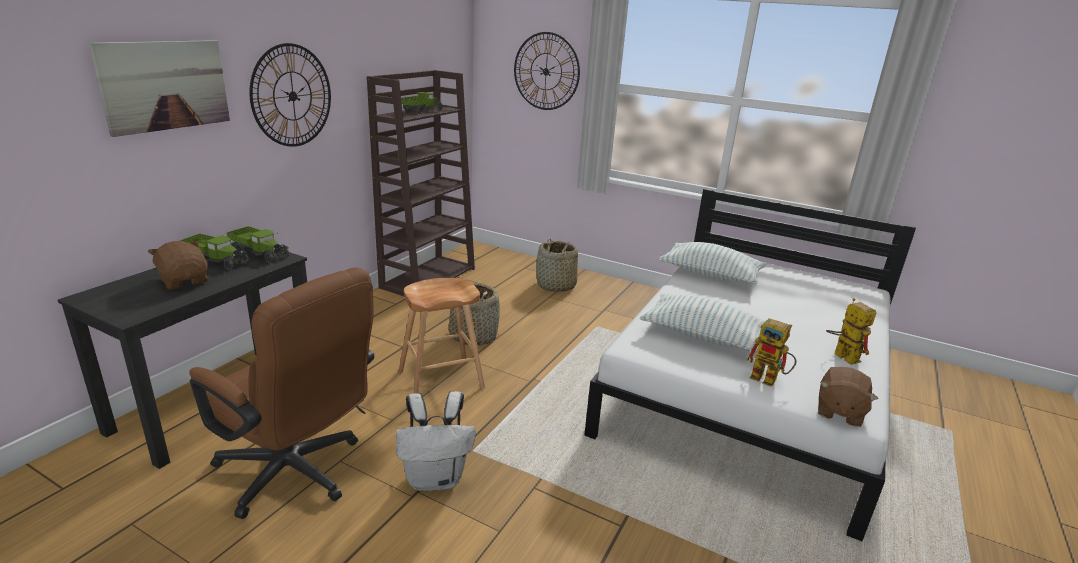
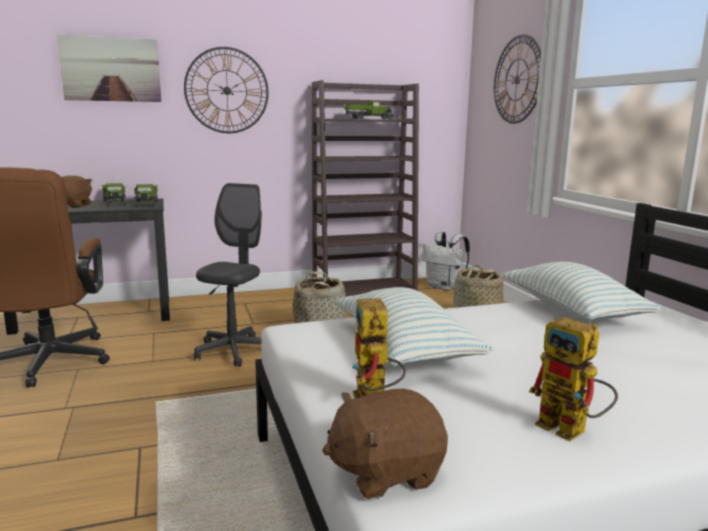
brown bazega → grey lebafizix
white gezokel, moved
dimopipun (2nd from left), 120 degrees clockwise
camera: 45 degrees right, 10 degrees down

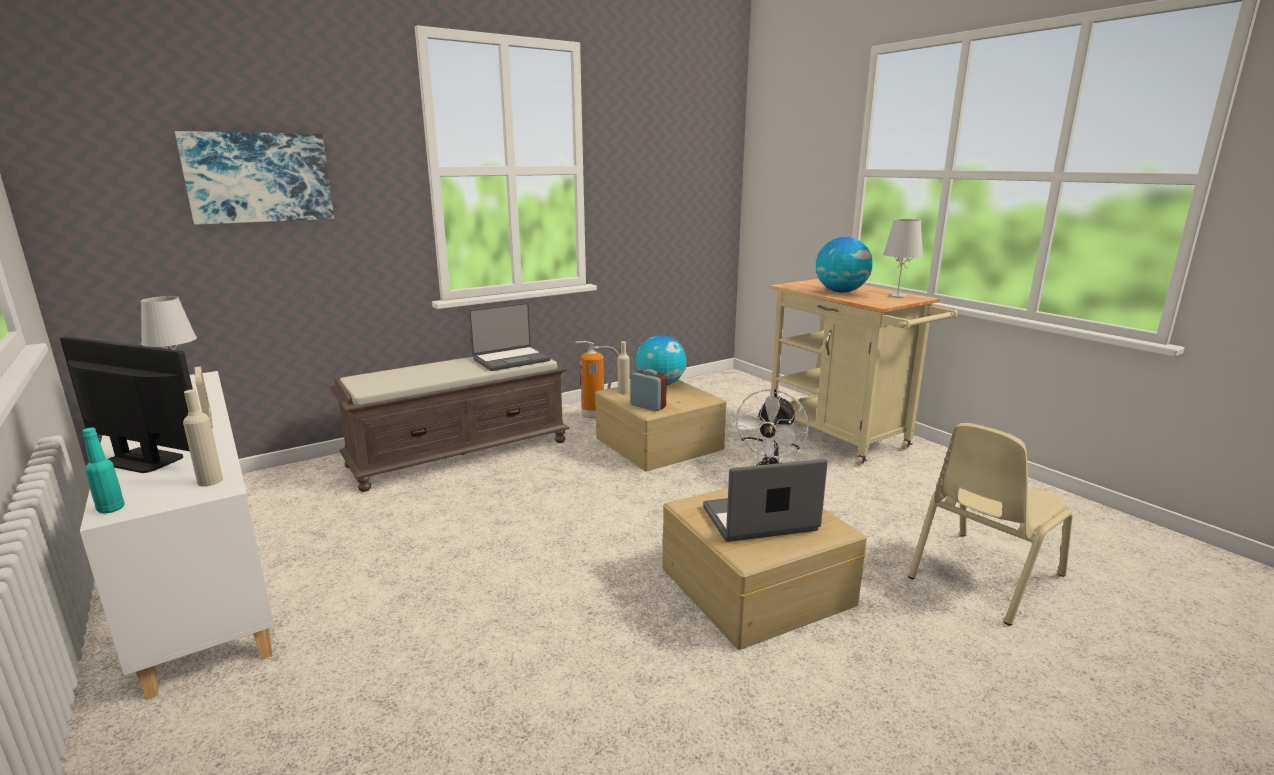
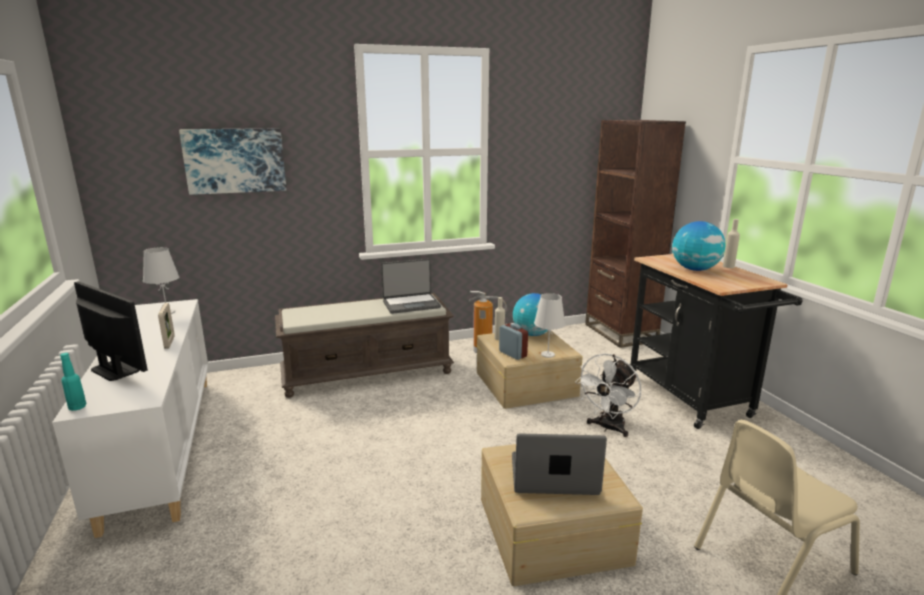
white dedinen (2nd from left), moved
- → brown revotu
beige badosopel → black badosopel
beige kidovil (1st from left in the first image) → beige kidovil (2nd from left), moved
camera: 15 degrees right, 0 degrees up

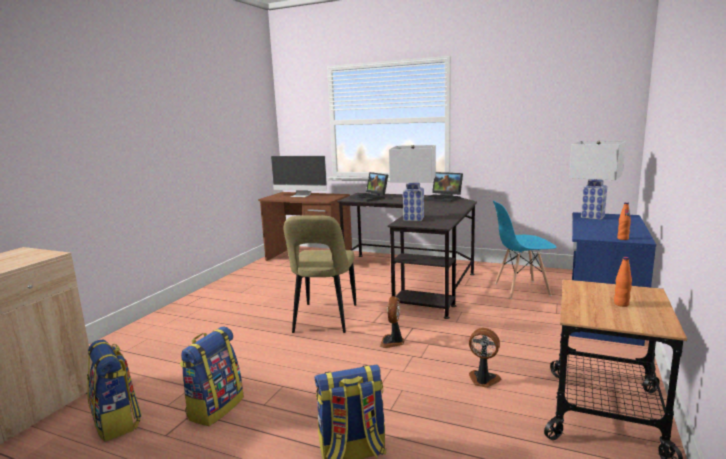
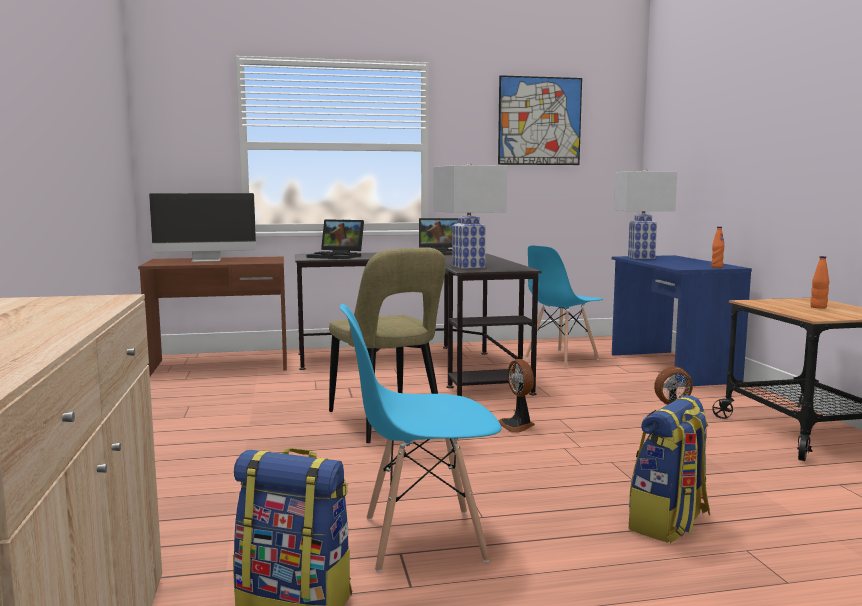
gezokel (2nd from left) → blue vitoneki (1st from left)
- → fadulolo
camera: 35 degrees left, 5 degrees down

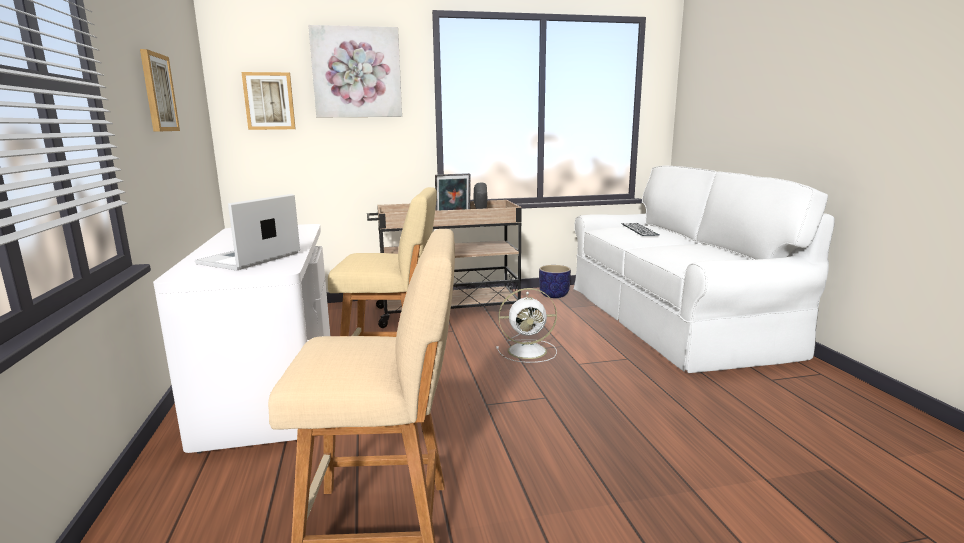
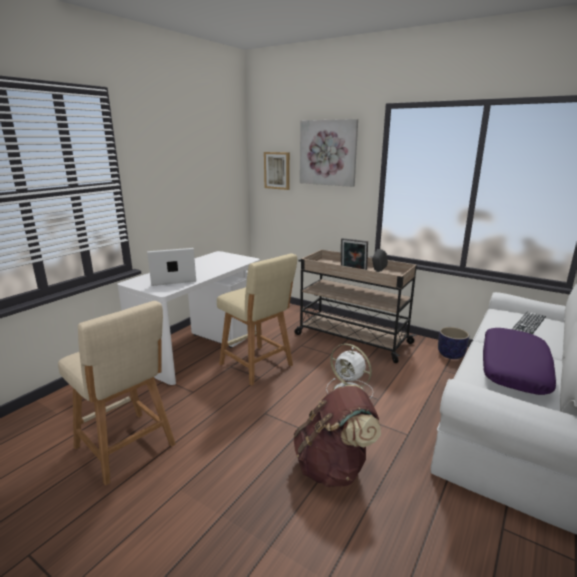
- → brown gezokel
- → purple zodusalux
fadulolo (1st from left) → -
camera: 45 degrees right, 5 degrees up

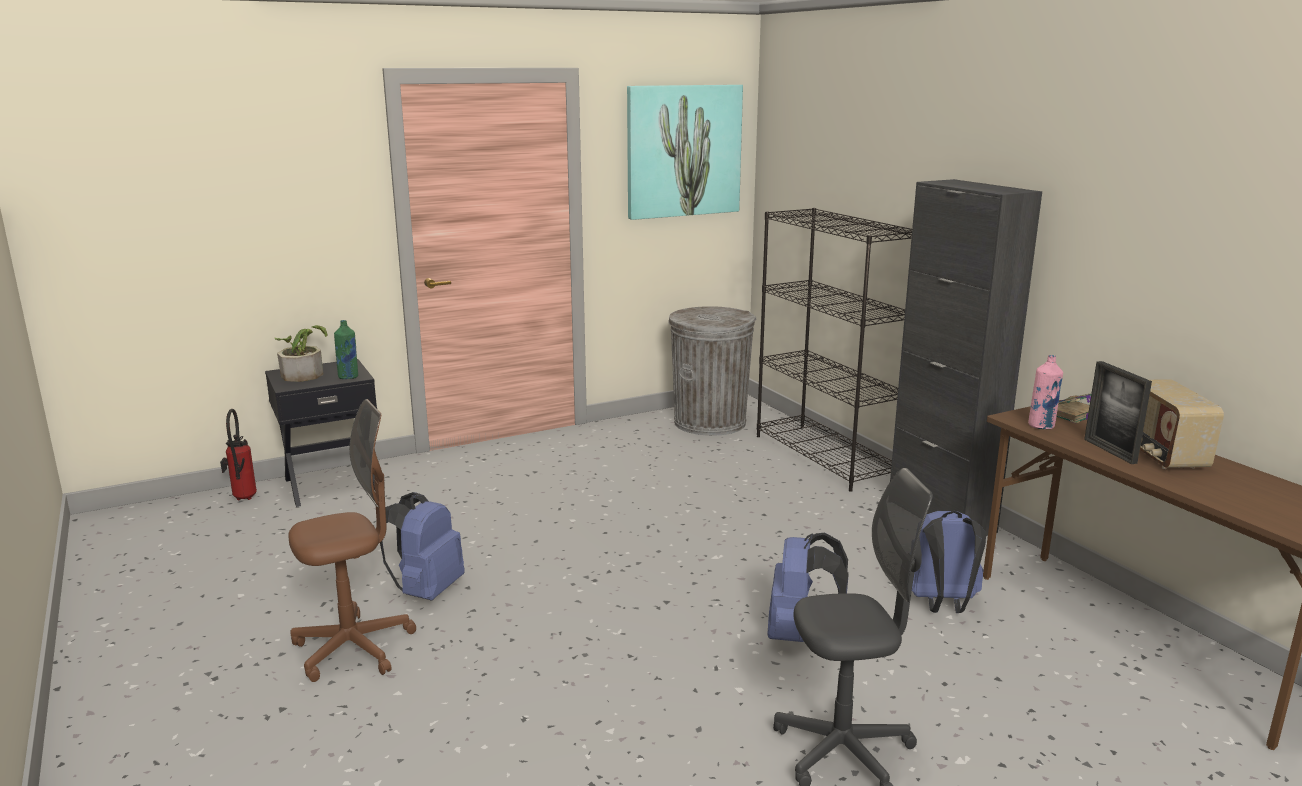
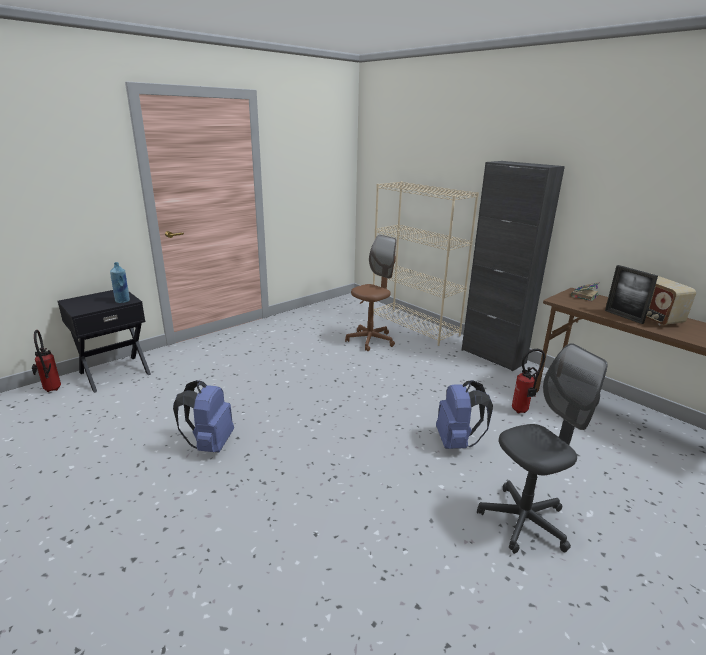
green kidovil → blue kidovil
brown lebafizix, moved
black revotu → beige revotu
blue gezokel (3rd from left) → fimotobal (2nd from left)
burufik → -
fadulolo → -
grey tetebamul → -
pink kidovil → -
camera: 15 degrees left, 5 degrees up

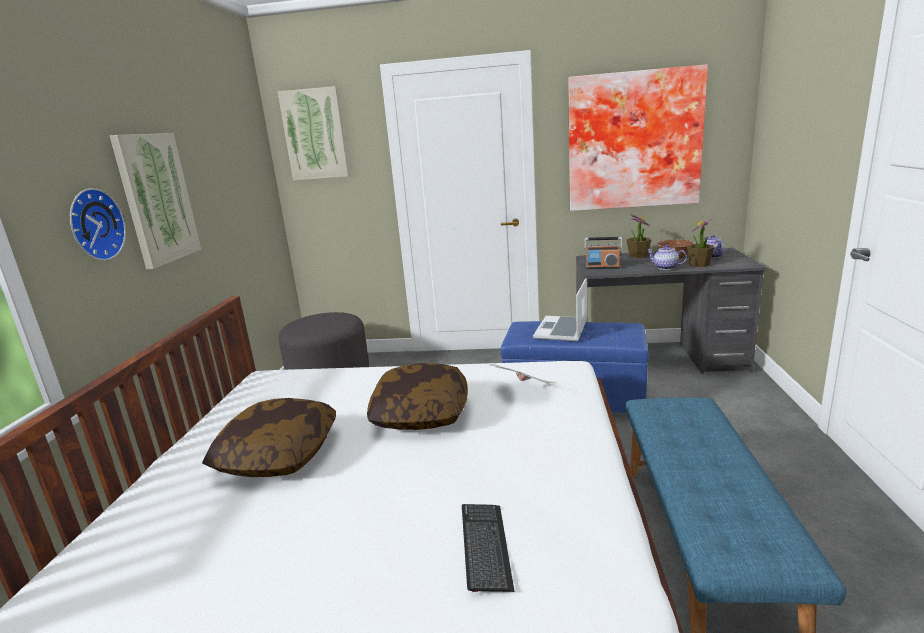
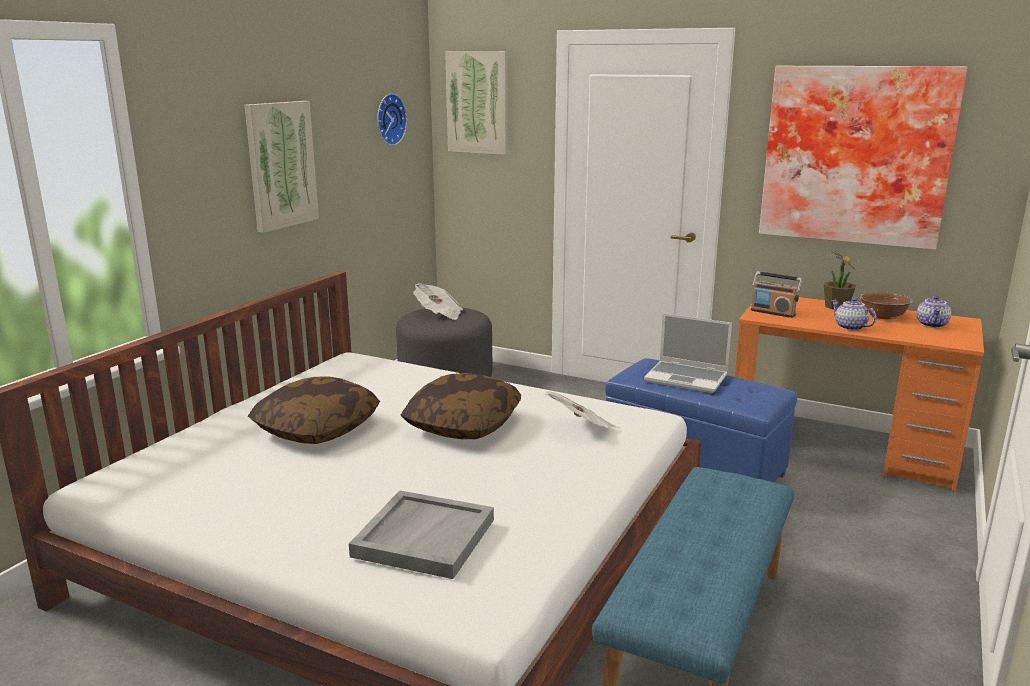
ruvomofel → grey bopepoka
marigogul, moved
- → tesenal (1st from left)
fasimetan, 105 degrees counterclockwise
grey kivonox → orange kivonox
burufik (2nd from left) → -
camera: 20 degrees right, 0 degrees up

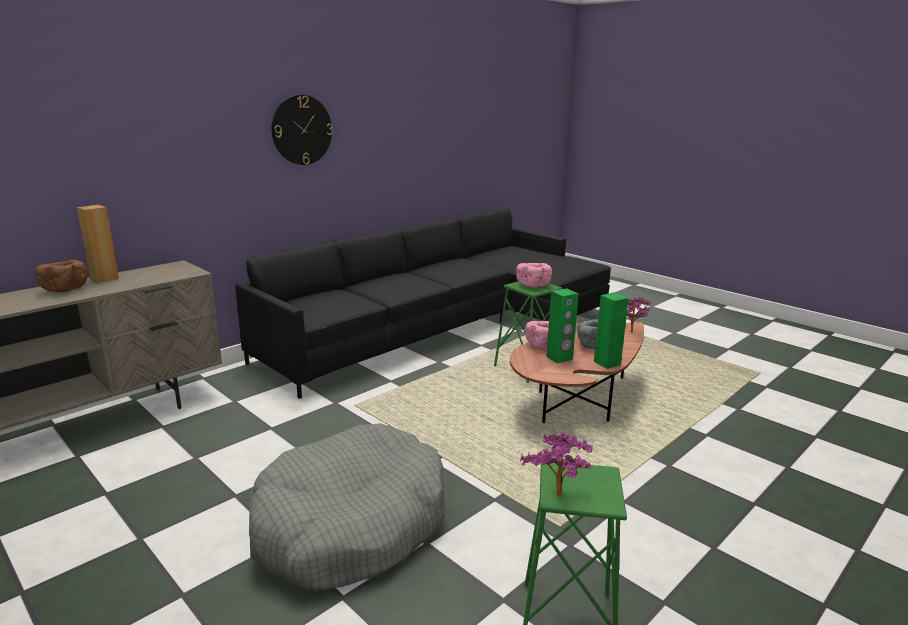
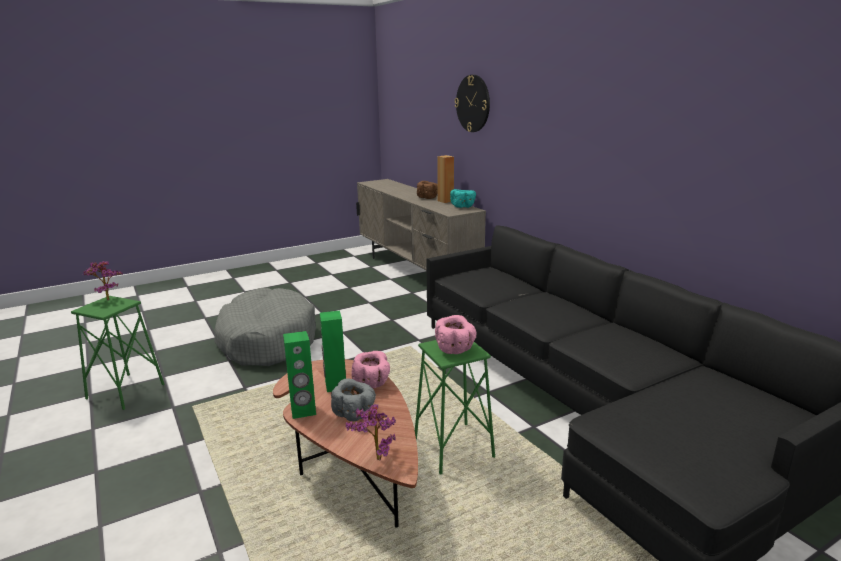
- → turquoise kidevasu
marigogul, moved
camera: 105 degrees right, 0 degrees up

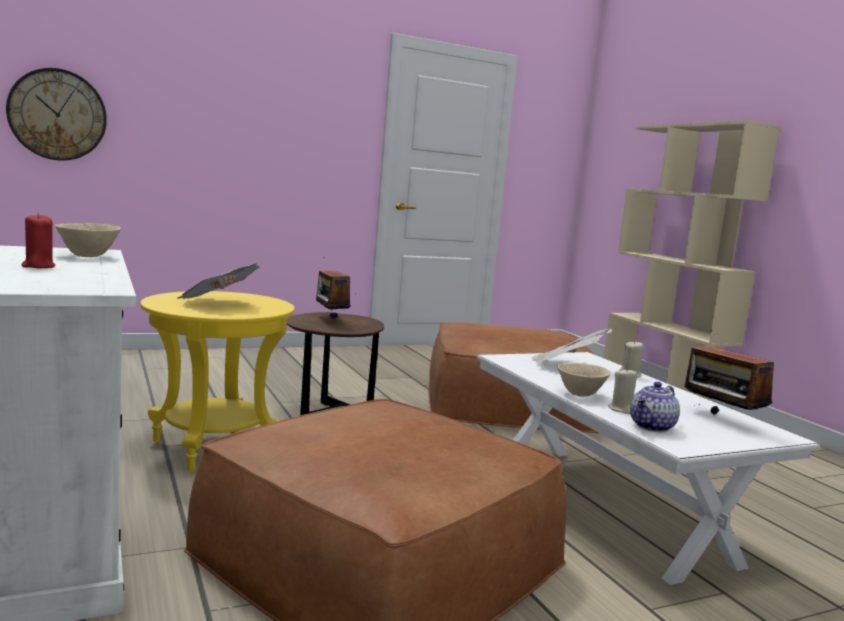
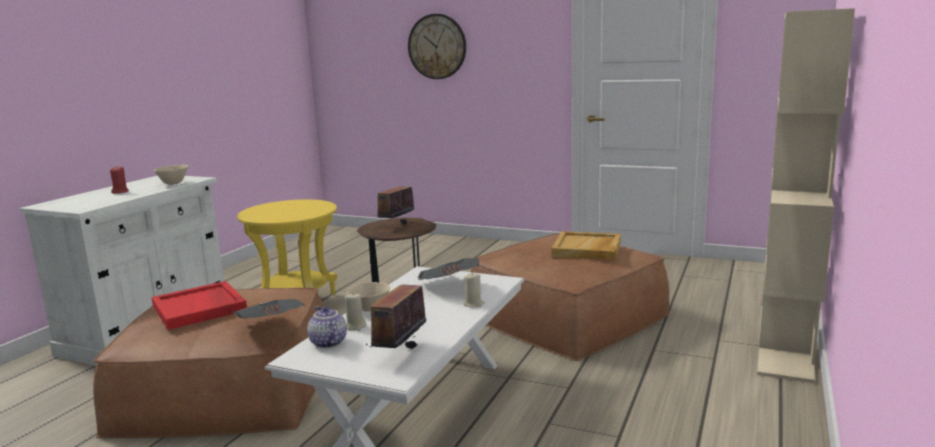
- → red bopepoka
tesenal (1st from left), moved
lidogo, 60 degrees clockwise
marigogul, moved
- → beige bopepoka
camera: 50 degrees right, 5 degrees up

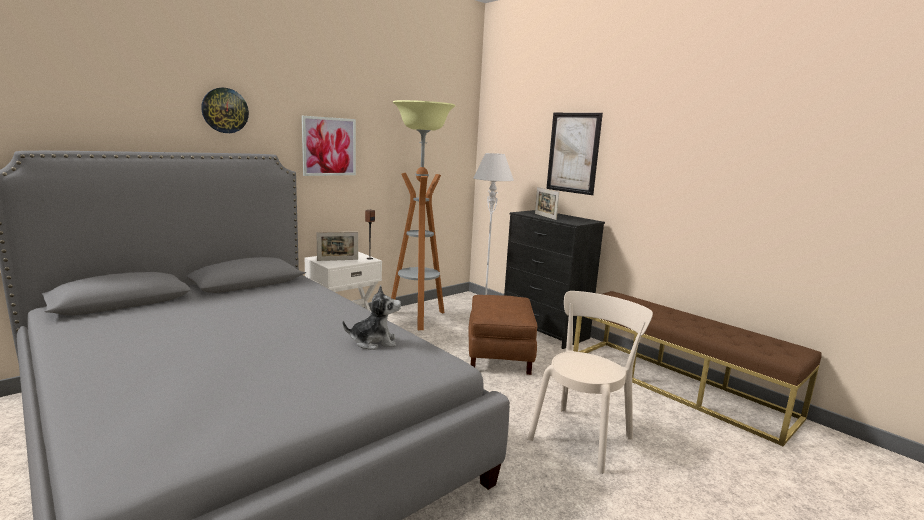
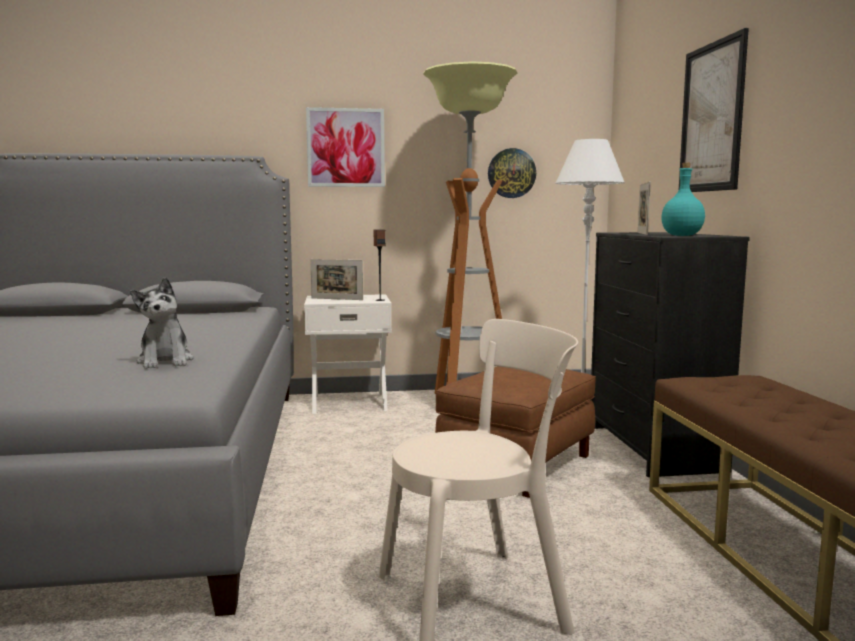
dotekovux, 45 degrees clockwise
marigogul, moved
- → turquoise kidovil
camera: 35 degrees right, 5 degrees down

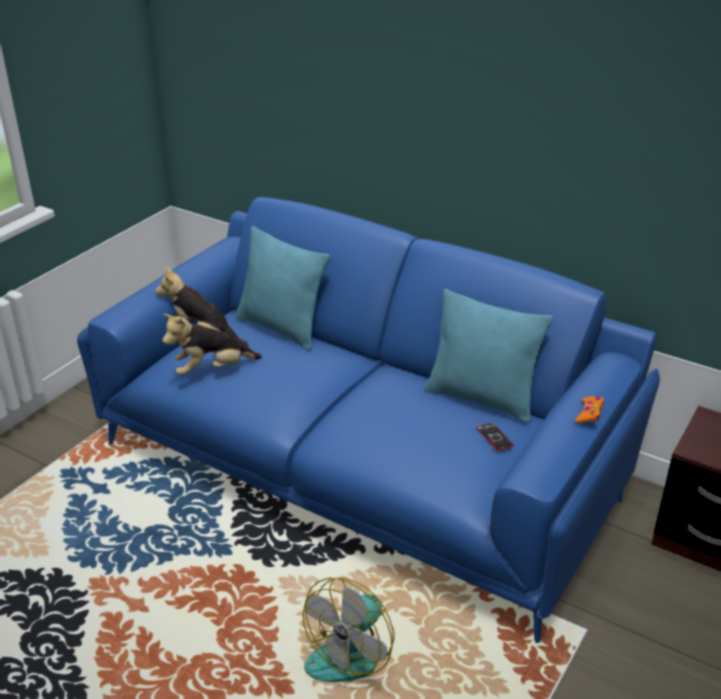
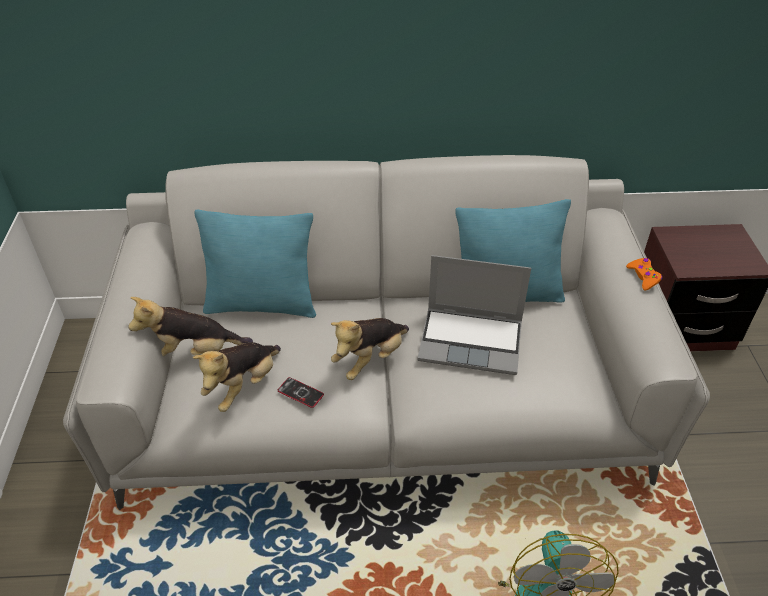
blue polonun → grey polonun
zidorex, moved
- → dotekovux (3rd from left)
- → fasimetan
camera: 35 degrees left, 10 degrees up

